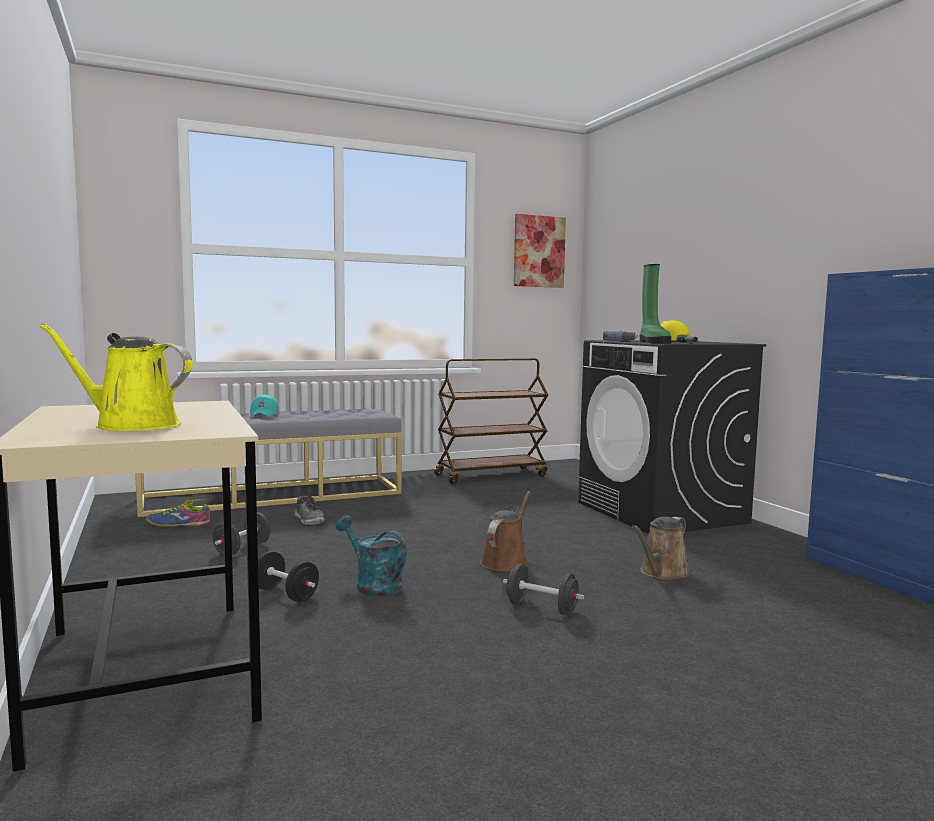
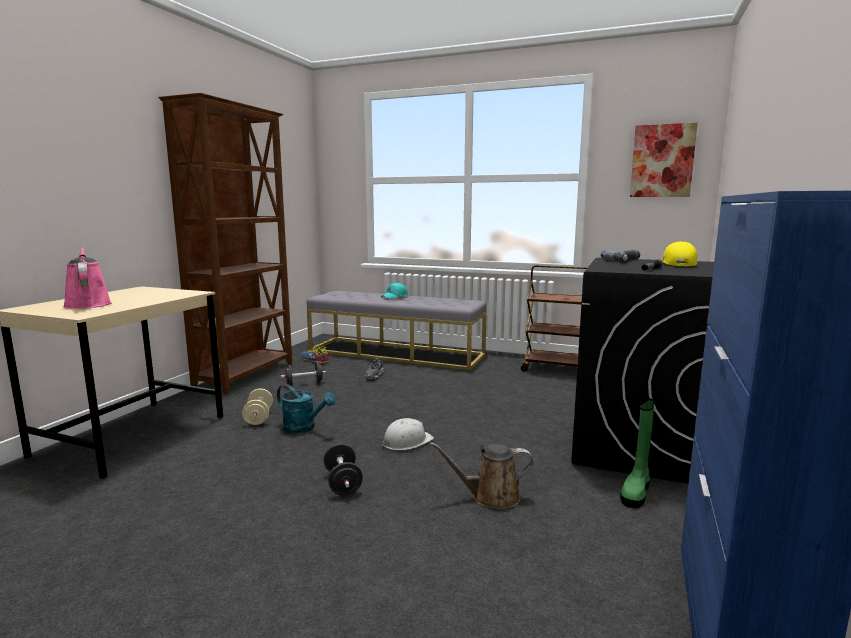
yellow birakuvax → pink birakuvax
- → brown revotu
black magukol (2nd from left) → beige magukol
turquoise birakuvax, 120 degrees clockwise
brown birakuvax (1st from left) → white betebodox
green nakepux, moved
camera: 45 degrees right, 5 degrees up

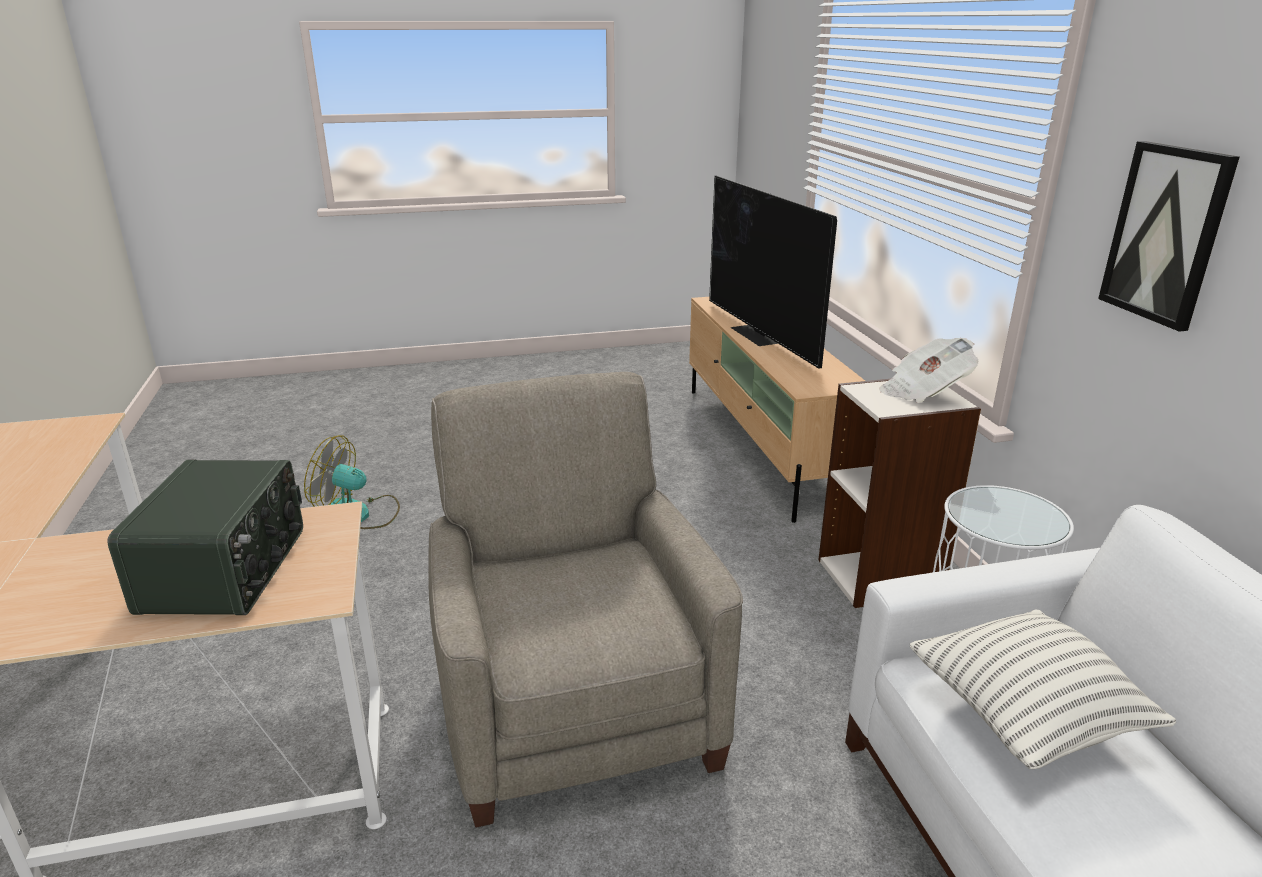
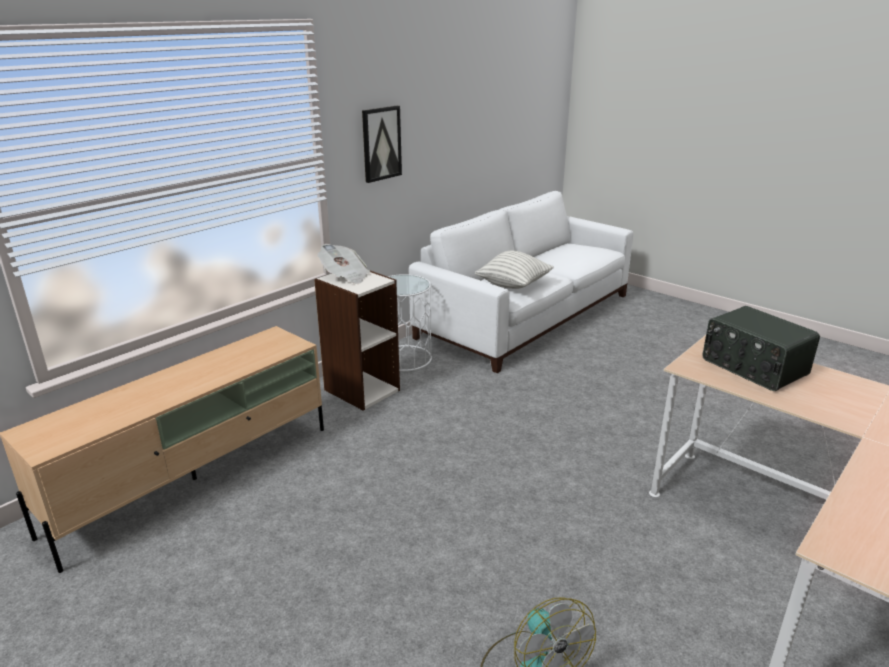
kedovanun, 90 degrees counterclockwise
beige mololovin → -
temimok → -
camera: 125 degrees left, 0 degrees up

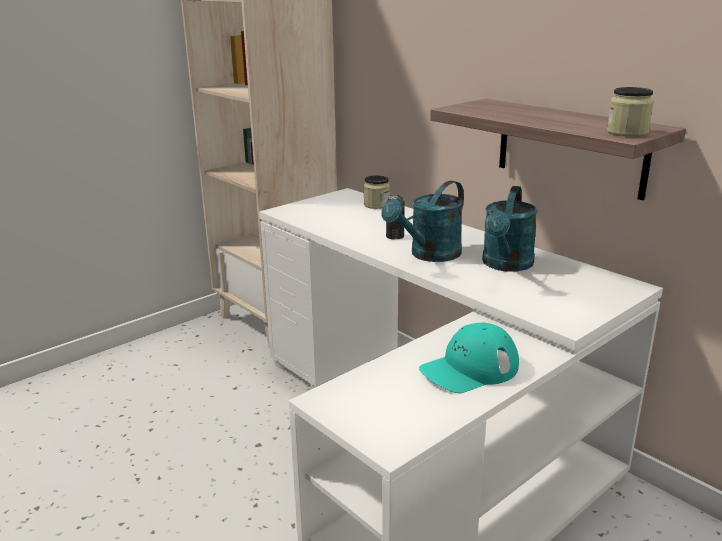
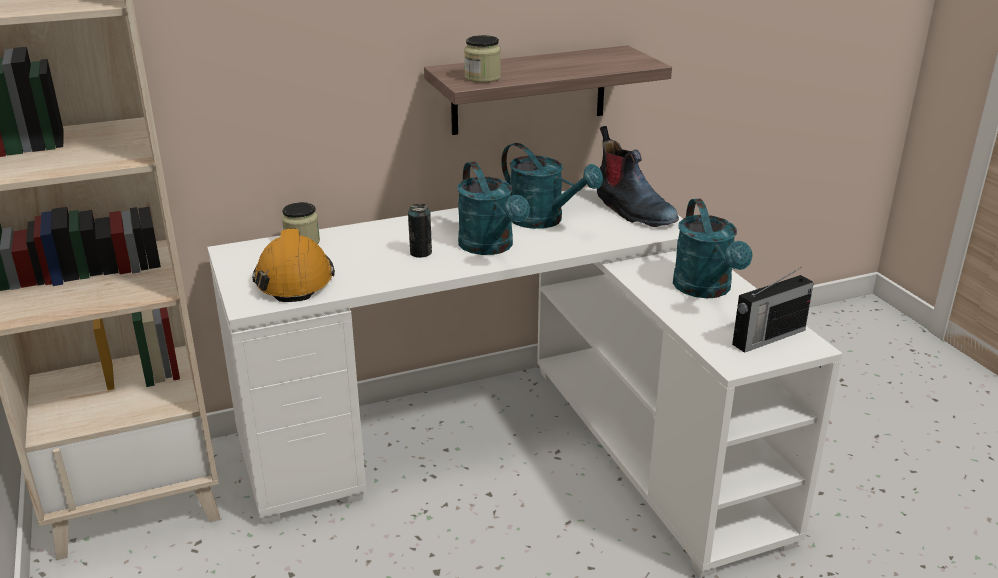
- → orange betebodox
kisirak (2nd from left), moved
- → nakepux
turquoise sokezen → turquoise birakuvax (3rd from left)
- → kedovanun
camera: 70 degrees left, 5 degrees up

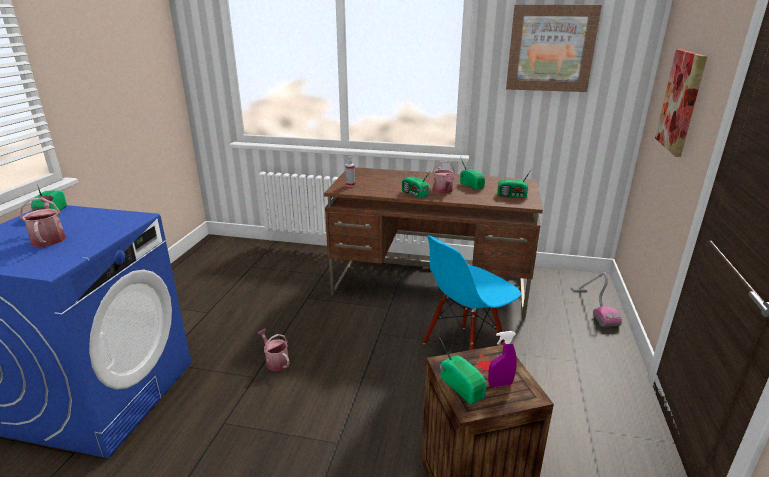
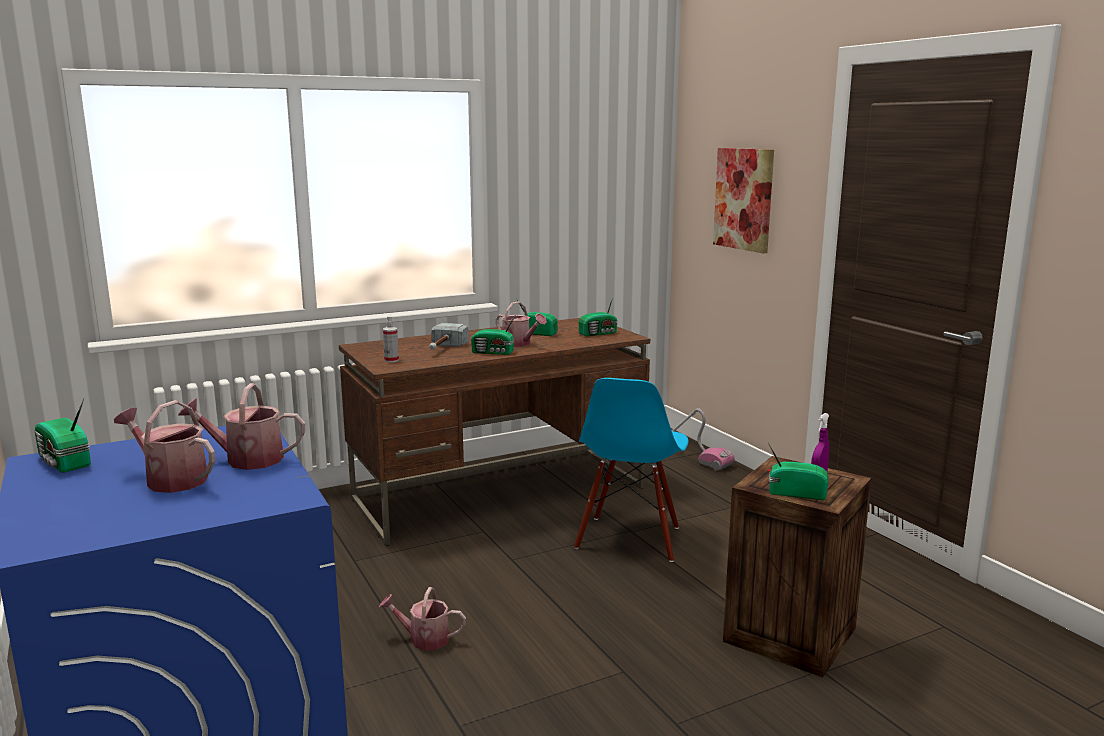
- → birakuvax (2nd from left)
- → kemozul
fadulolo (1st from left) → -
camera: 40 degrees left, 10 degrees down

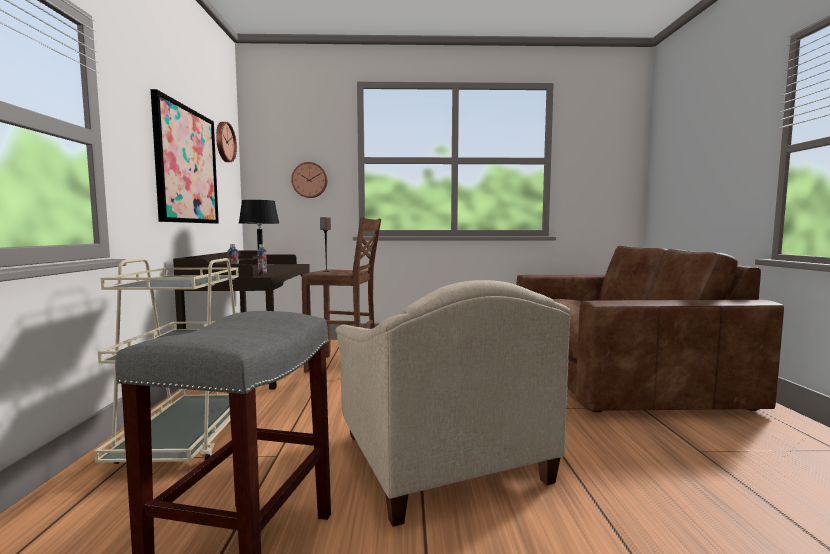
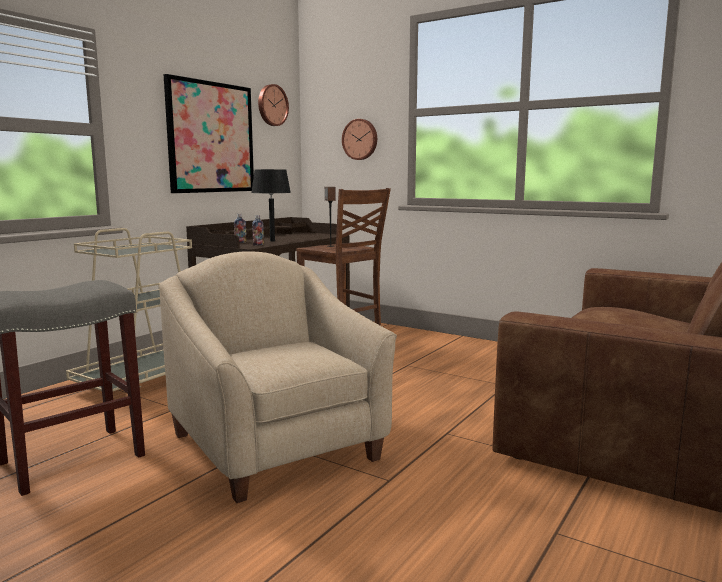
beige mololovin, 135 degrees clockwise
camera: 35 degrees right, 5 degrees up

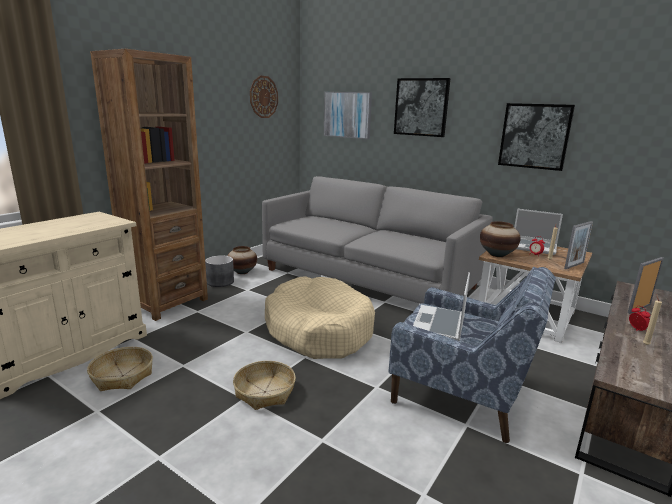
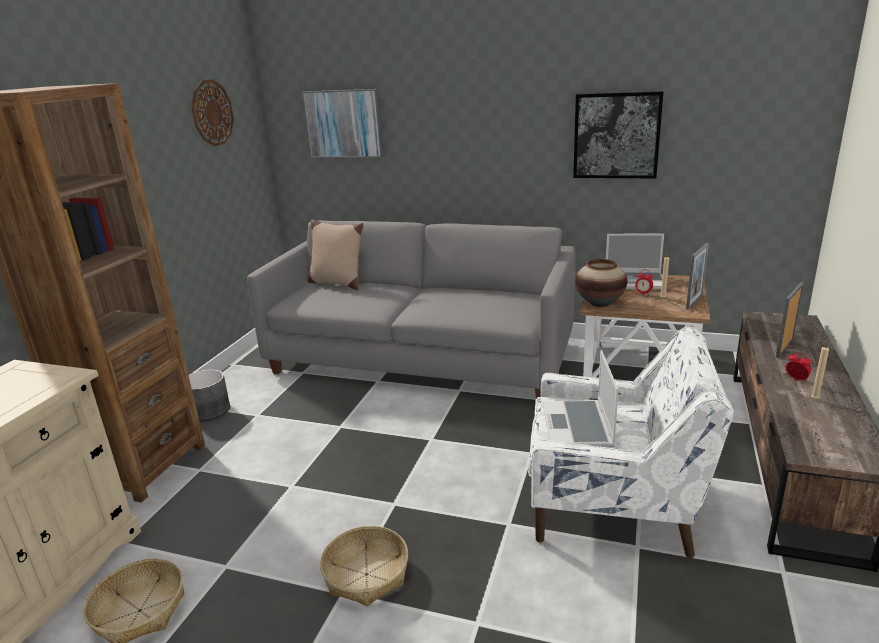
- → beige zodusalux
blue mololovin → white mololovin
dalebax (1st from left) → -
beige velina → -
fadulolo (2nd from left) → -
camera: 15 degrees left, 5 degrees up

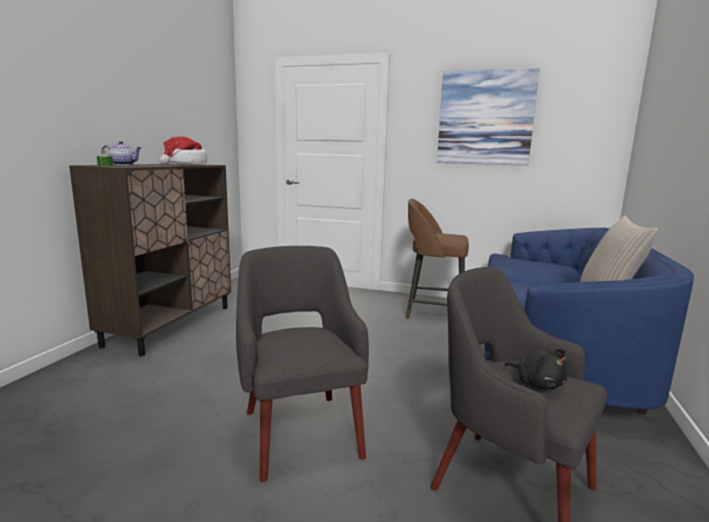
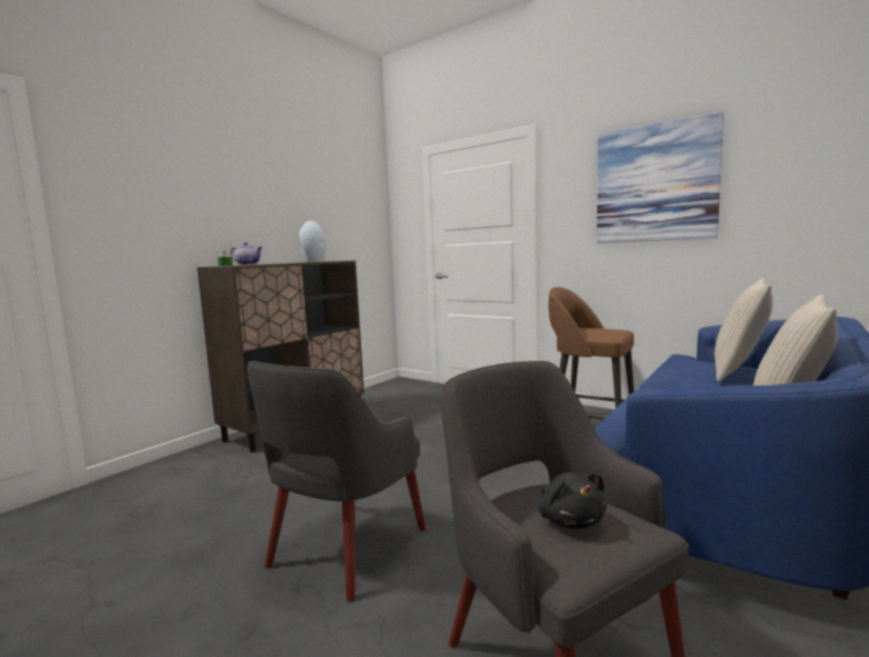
grey mololovin (1st from left), 150 degrees counterclockwise
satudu → grey dalebax
- → beige zodusalux (1st from left)
camera: 20 degrees right, 5 degrees down

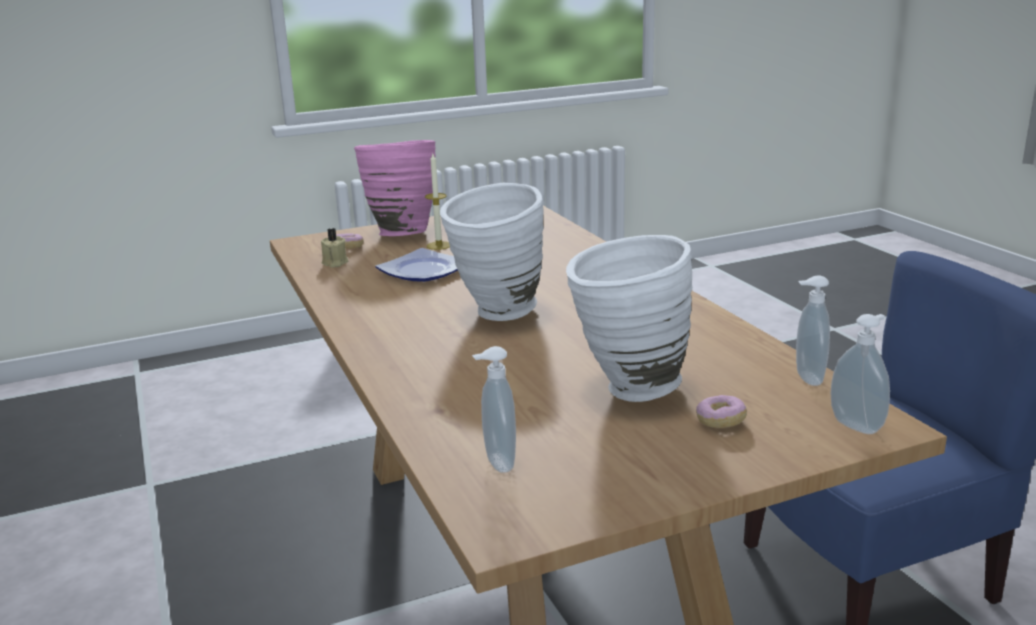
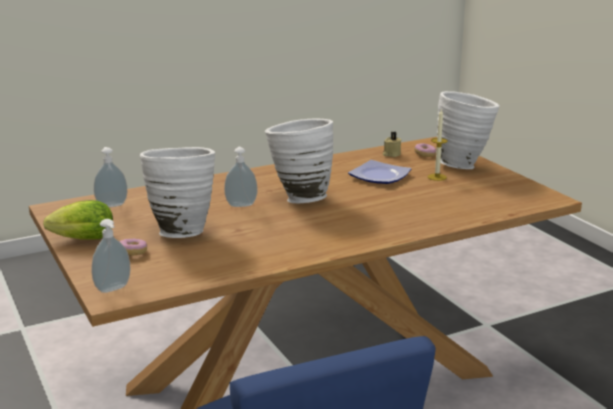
- → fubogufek
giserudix (2nd from left in the first image) → giserudix (3rd from left), moved
pink dalebax → white dalebax (3rd from left)
camera: 85 degrees right, 0 degrees up

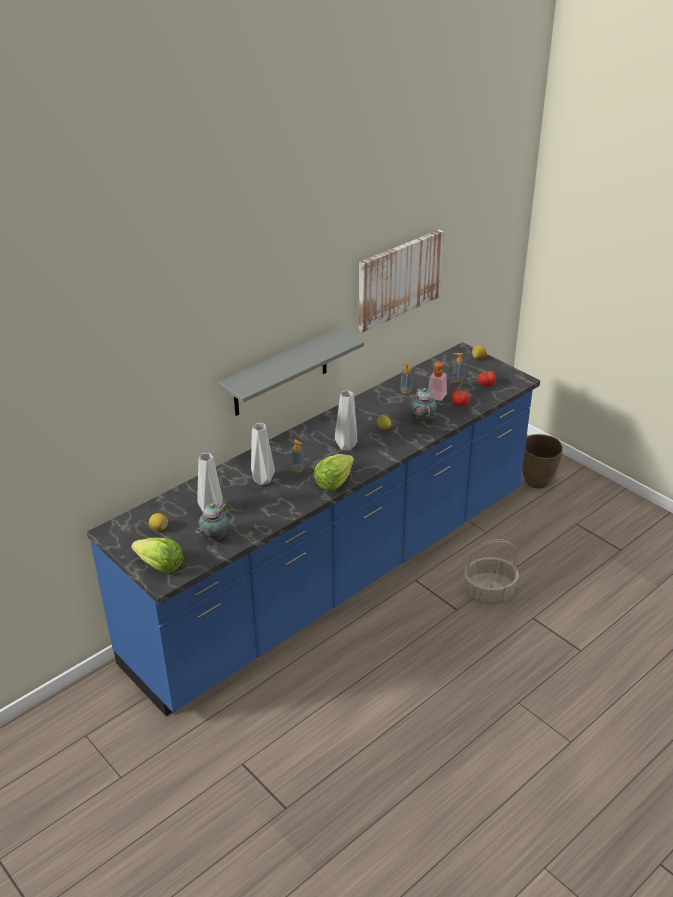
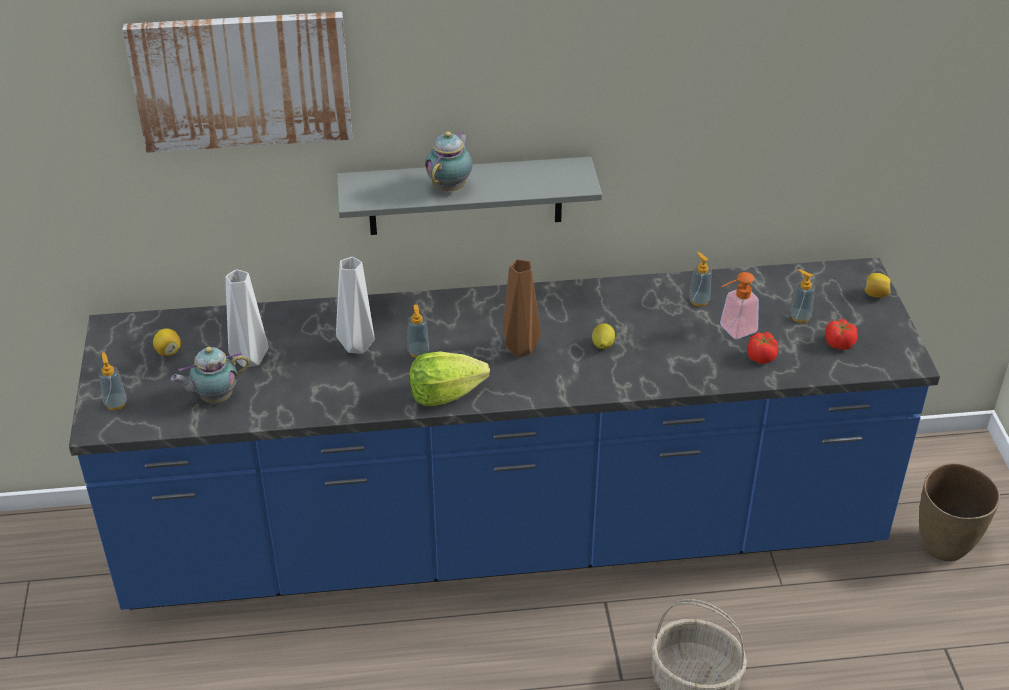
fubogufek (1st from left) → giserudix (1st from left)
fadulolo, moved
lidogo (2nd from left), moved
grey dalebax (3rd from left) → brown dalebax (1st from left)
camera: 35 degrees right, 5 degrees up

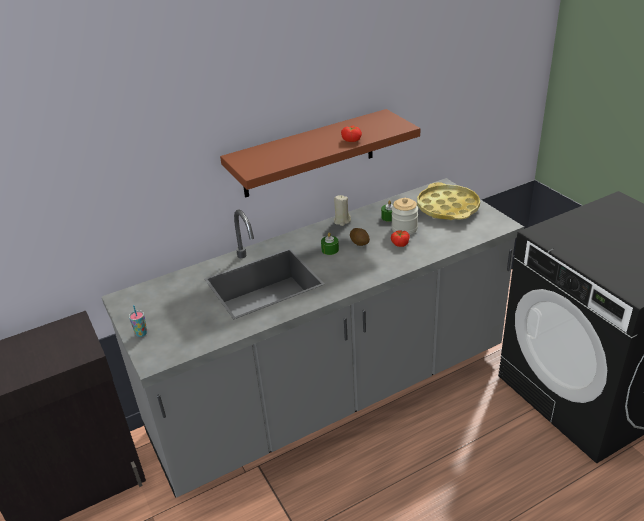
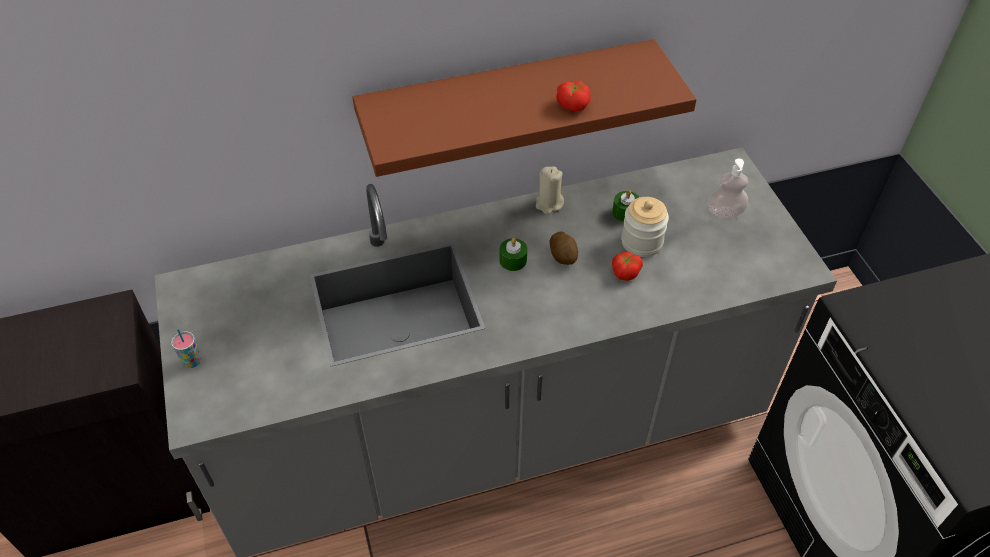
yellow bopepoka → giserudix
camera: 10 degrees right, 15 degrees up

